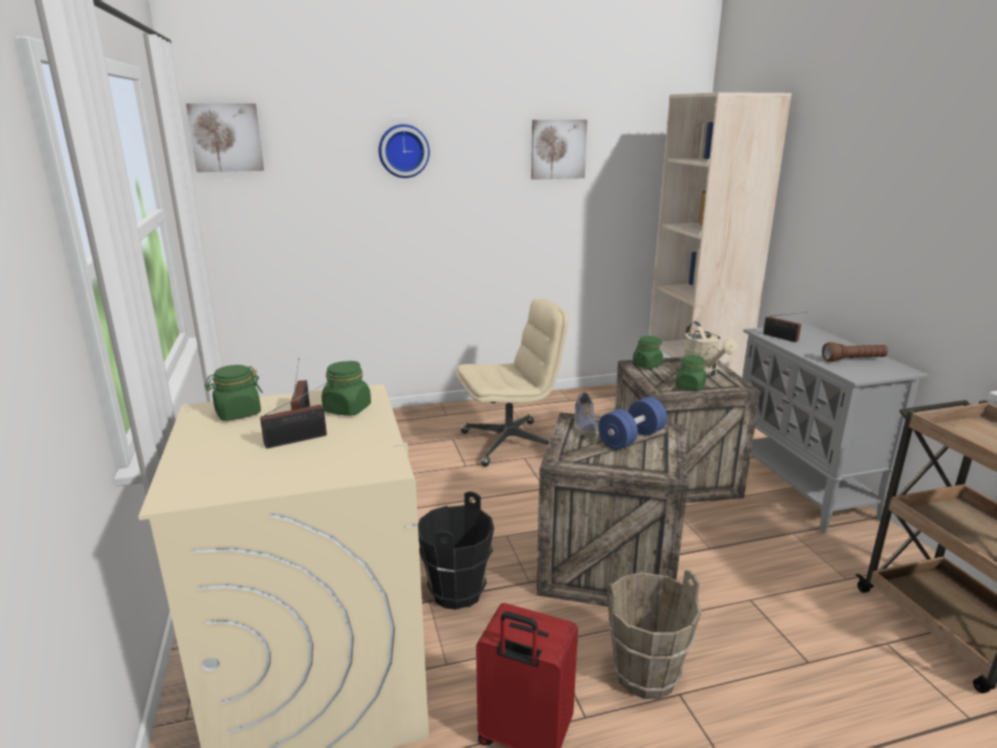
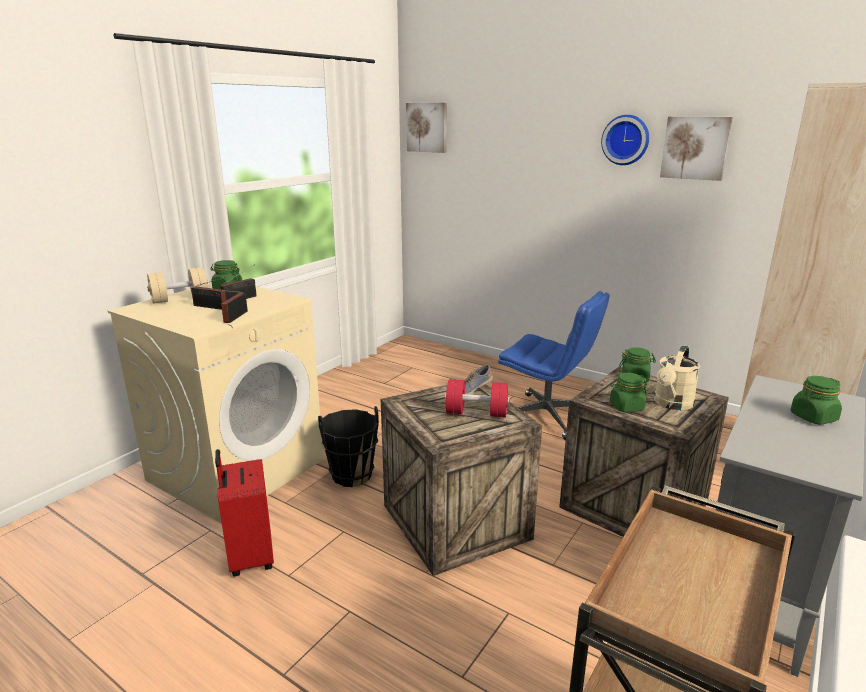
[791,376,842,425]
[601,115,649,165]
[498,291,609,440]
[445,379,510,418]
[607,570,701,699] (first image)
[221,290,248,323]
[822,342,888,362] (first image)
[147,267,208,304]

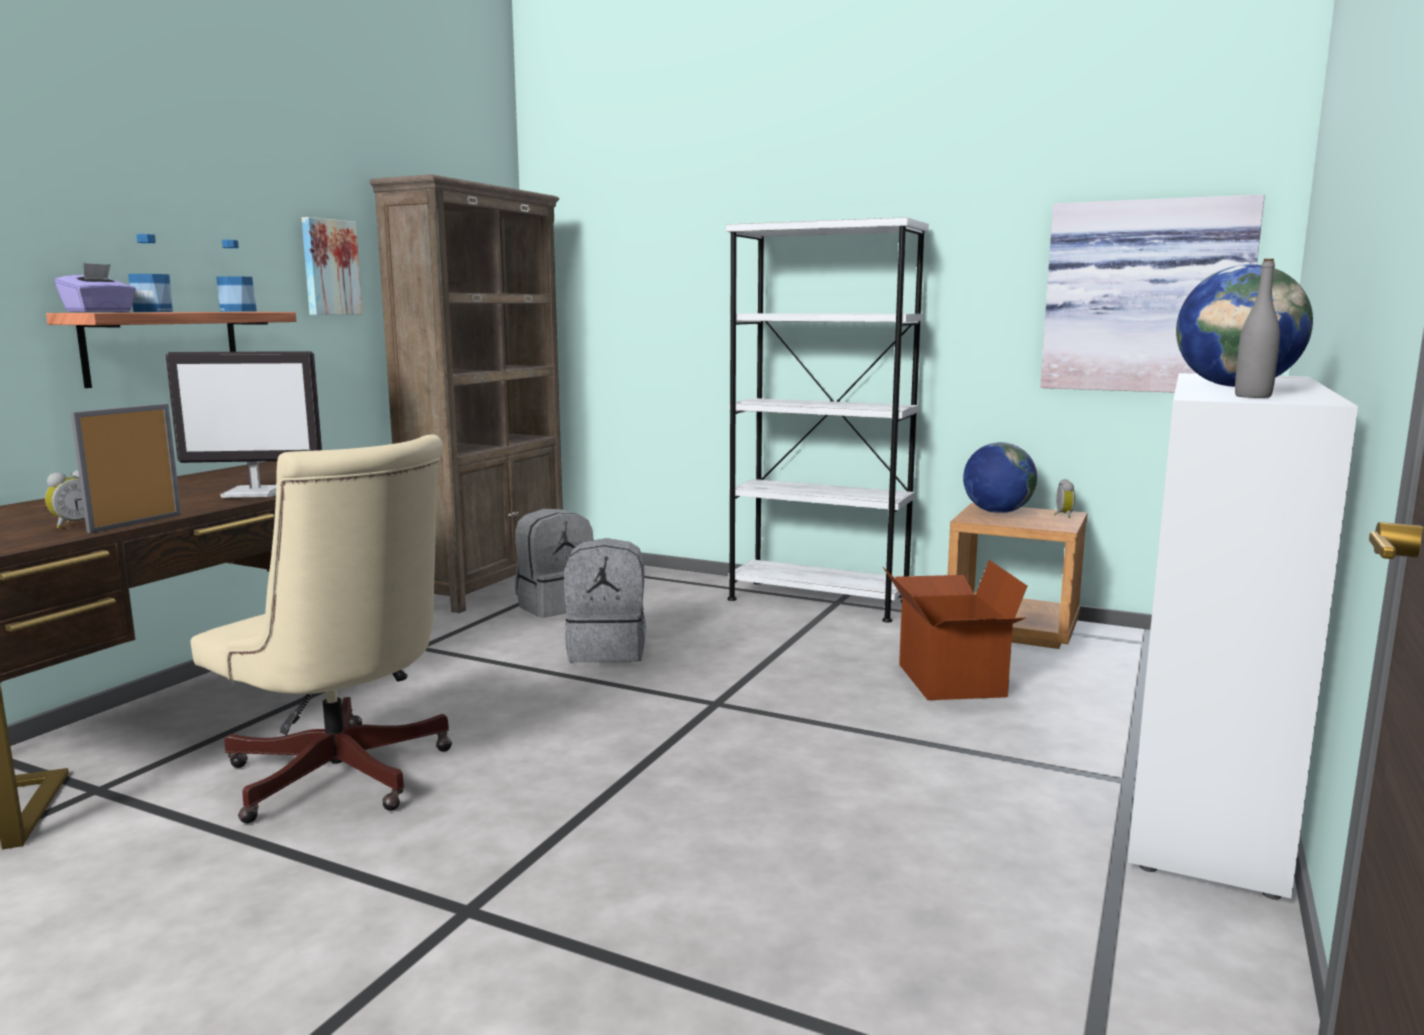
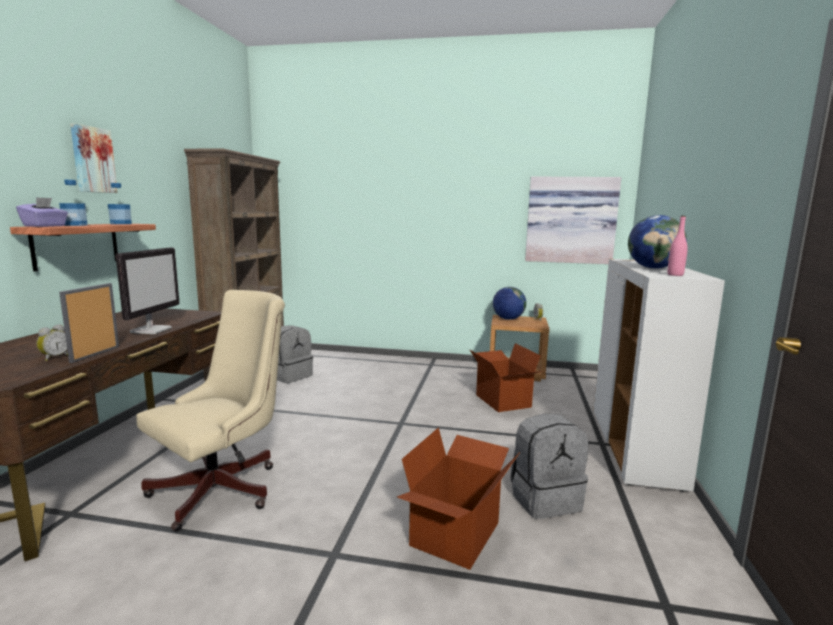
[116,247,180,334]
[136,290,285,532]
[70,123,118,193]
[510,413,588,519]
[726,217,929,622] (first image)
[668,216,688,276]
[397,428,520,570]

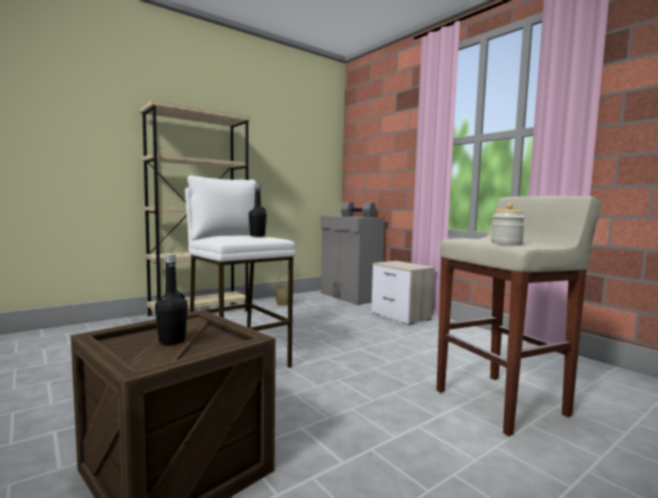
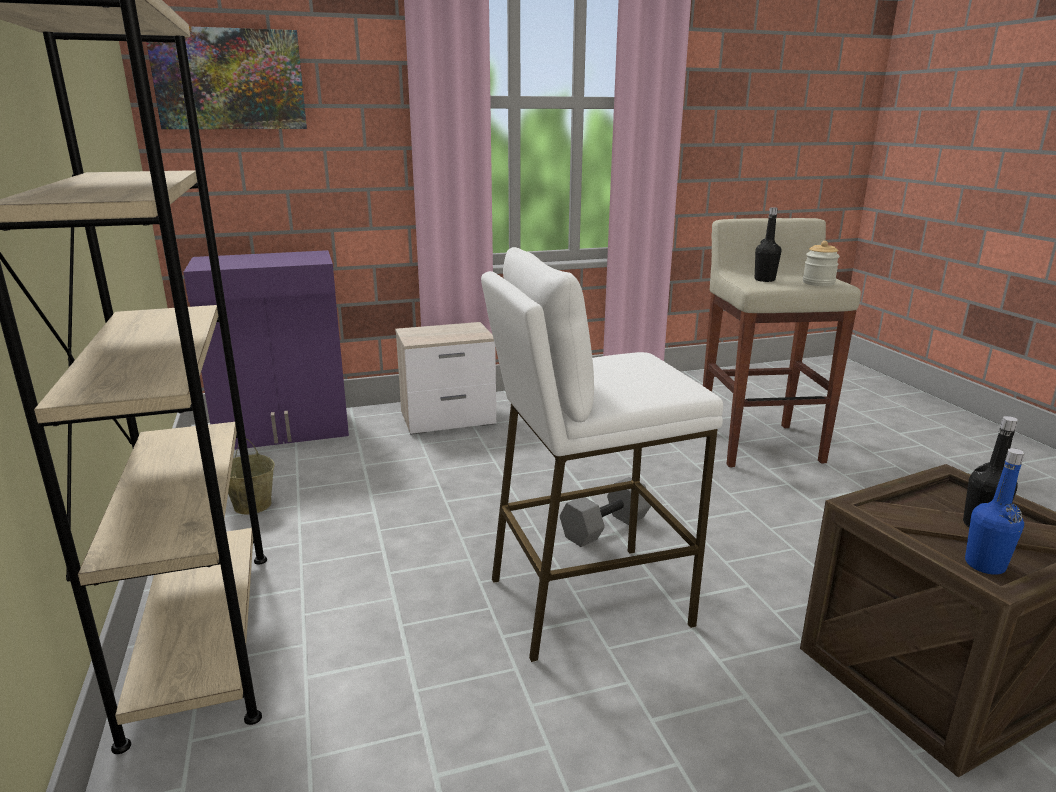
[755,207,781,282]
[183,250,349,450]
[560,477,651,547]
[146,26,307,129]
[965,448,1025,574]

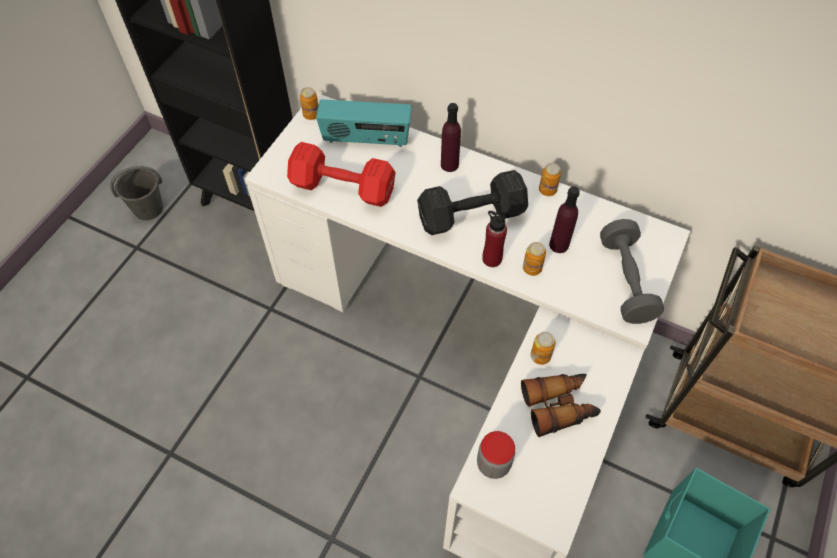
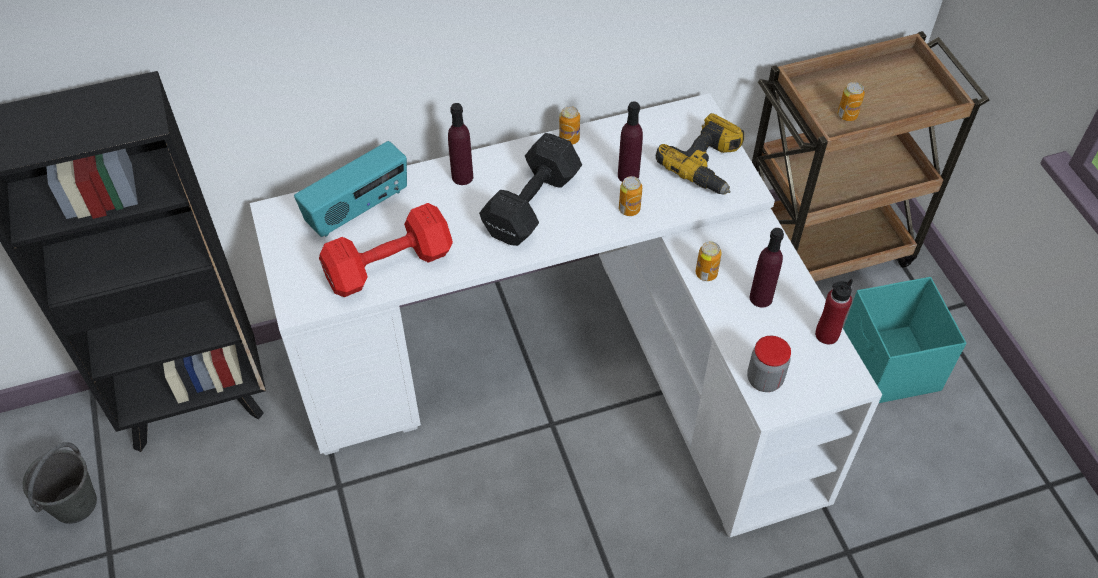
[838,82,865,121]
[815,279,853,344]
[750,228,784,308]
[656,113,744,195]

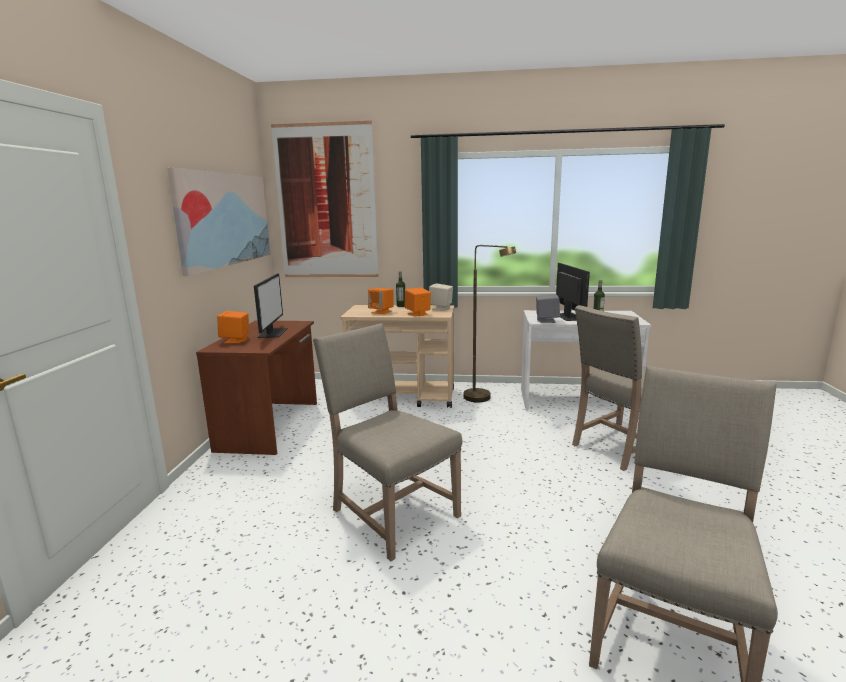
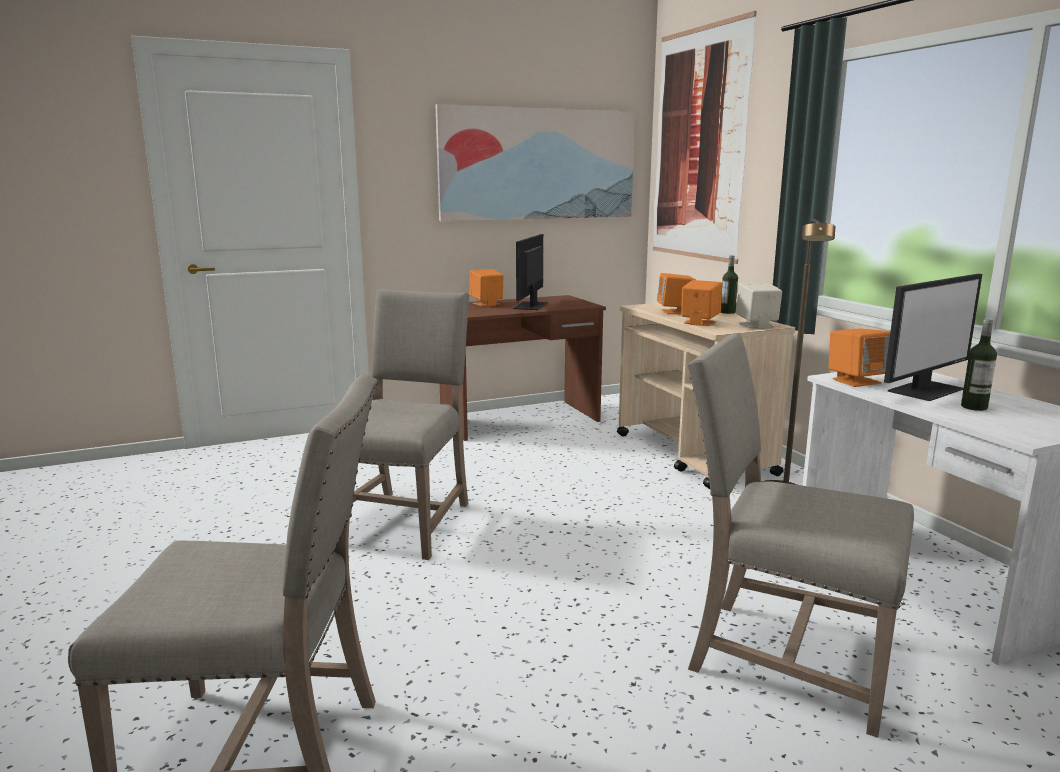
[513,234,548,310]
[829,328,891,387]

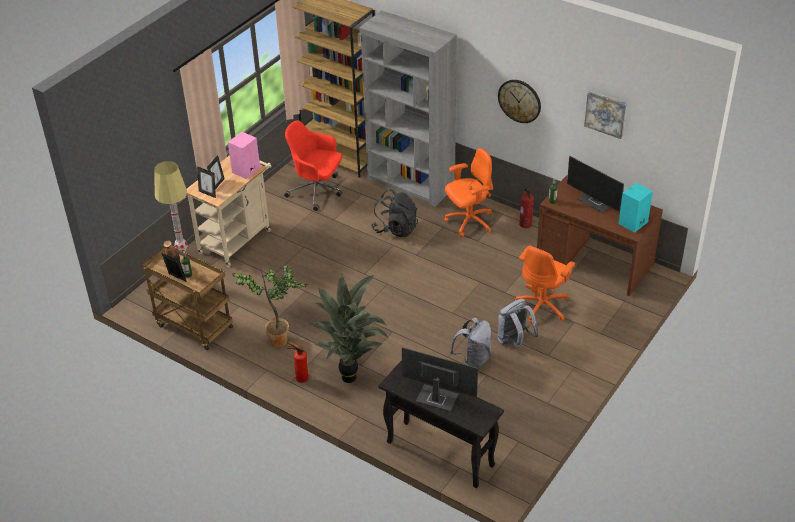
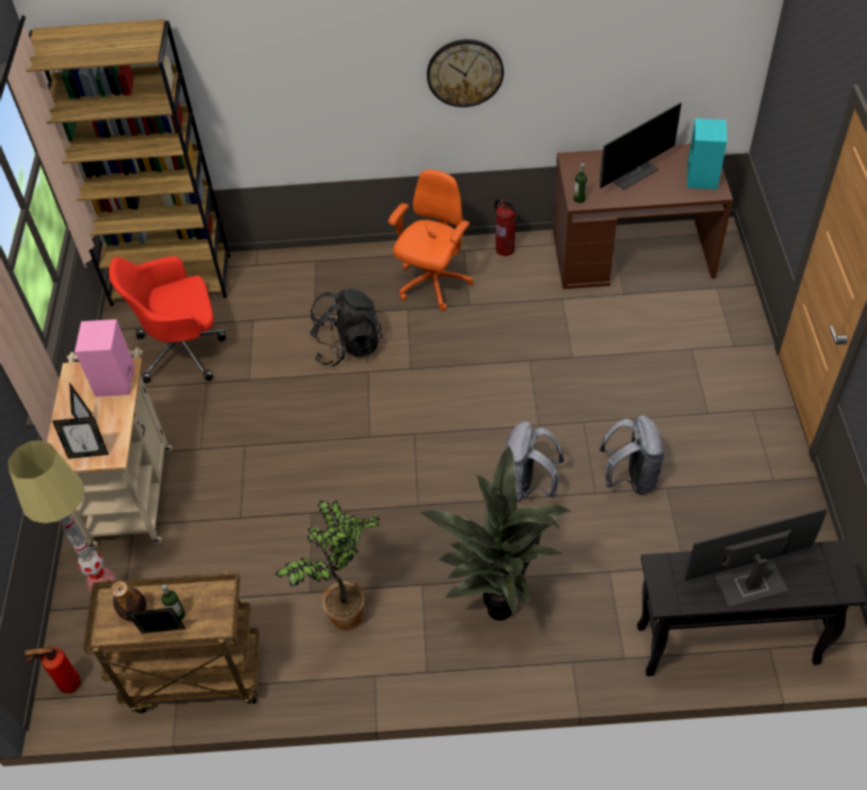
[25,644,81,693]
[359,11,457,207] (first image)
[501,421,564,501]
[515,246,575,324] (first image)
[600,102,682,190]
[584,91,627,139] (first image)

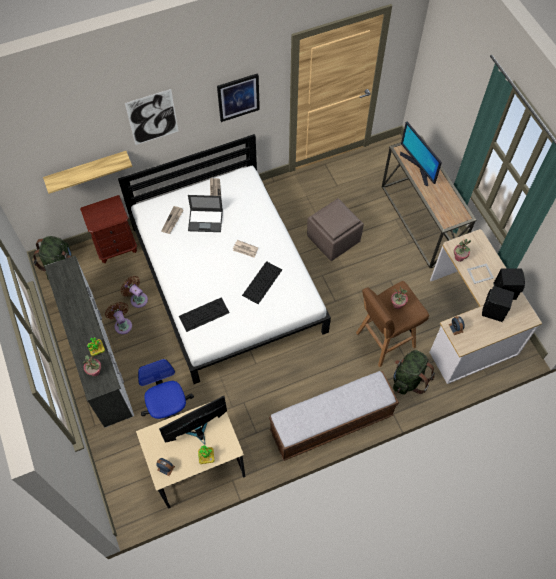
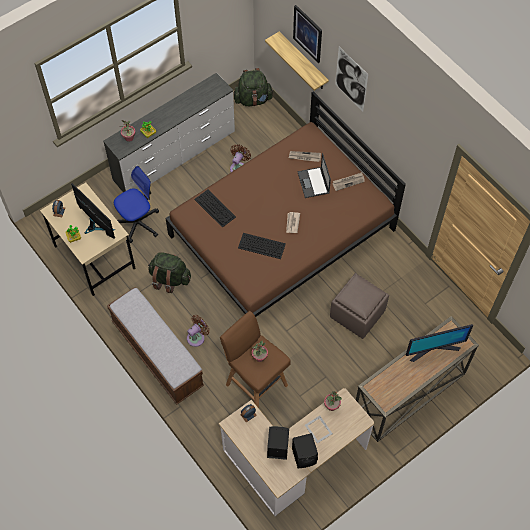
[80,195,137,263] (first image)
[187,315,210,347]
[165,91,406,317]
[293,5,322,63]
[148,252,191,293]
[406,324,473,362]

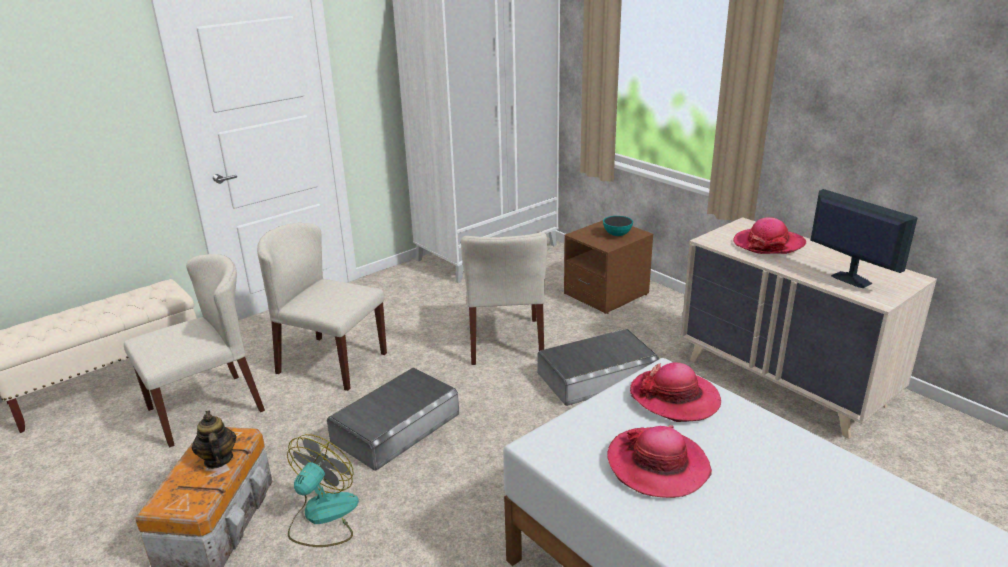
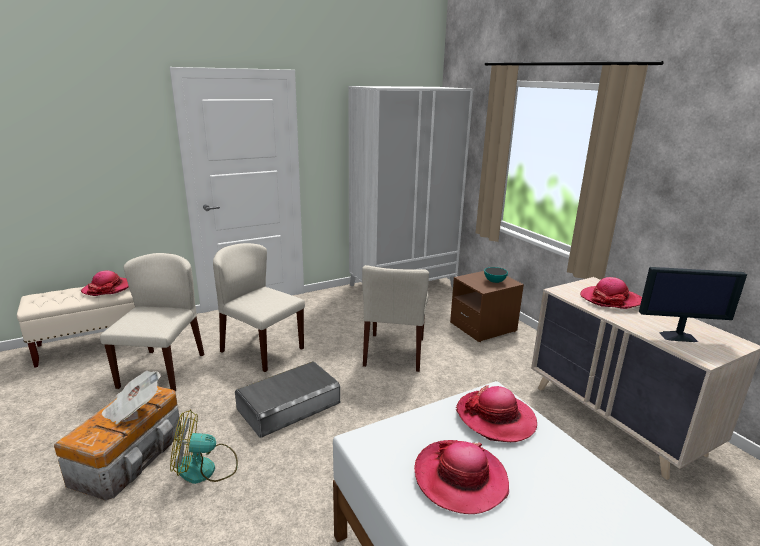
[100,253,204,391]
[102,371,161,424]
[170,410,238,484]
[537,329,659,406] (first image)
[639,267,747,342]
[81,270,129,296]

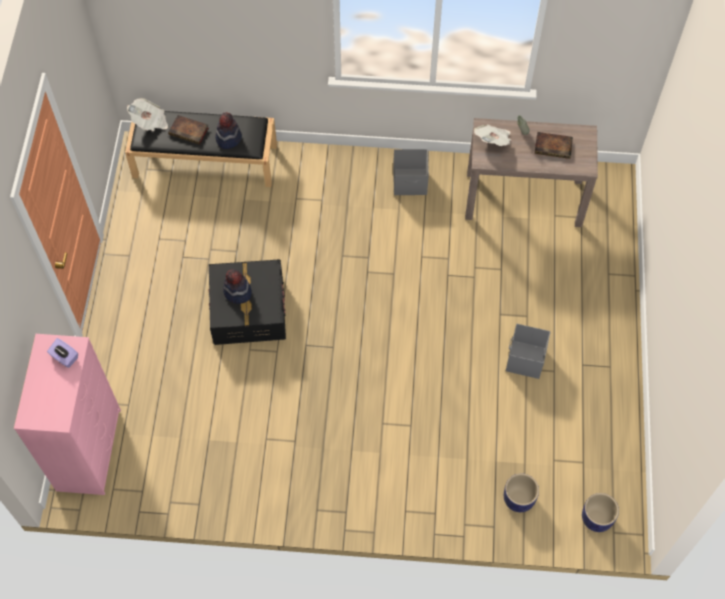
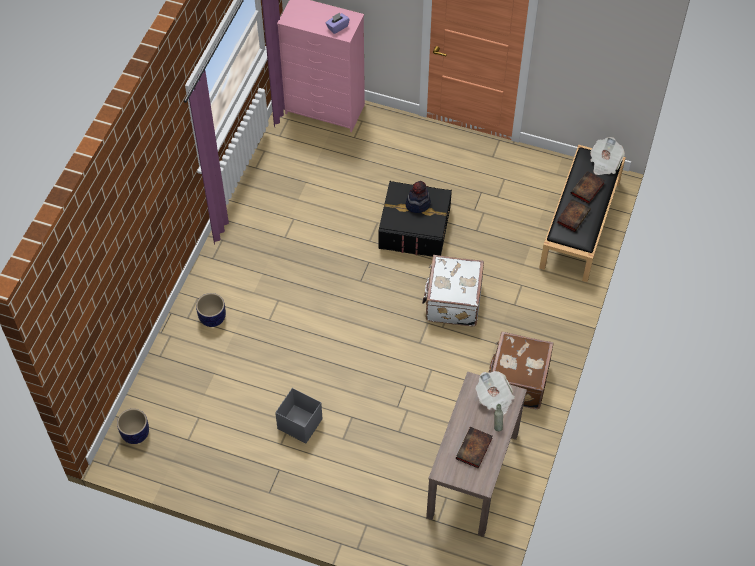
[557,199,591,232]
[489,332,554,409]
[196,293,226,327]
[422,255,484,326]

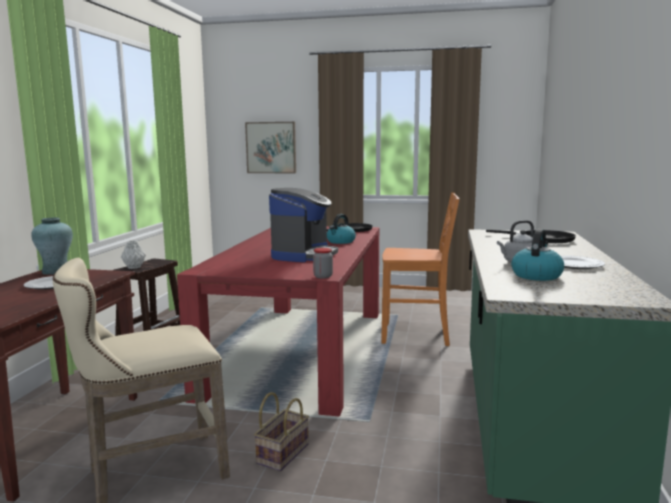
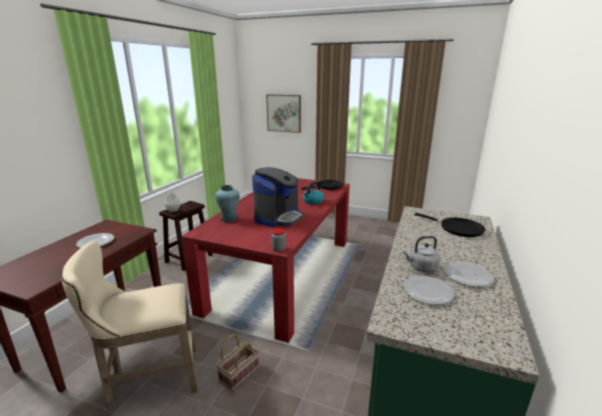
[215,185,240,223]
[381,192,460,346] (first image)
[403,276,455,305]

